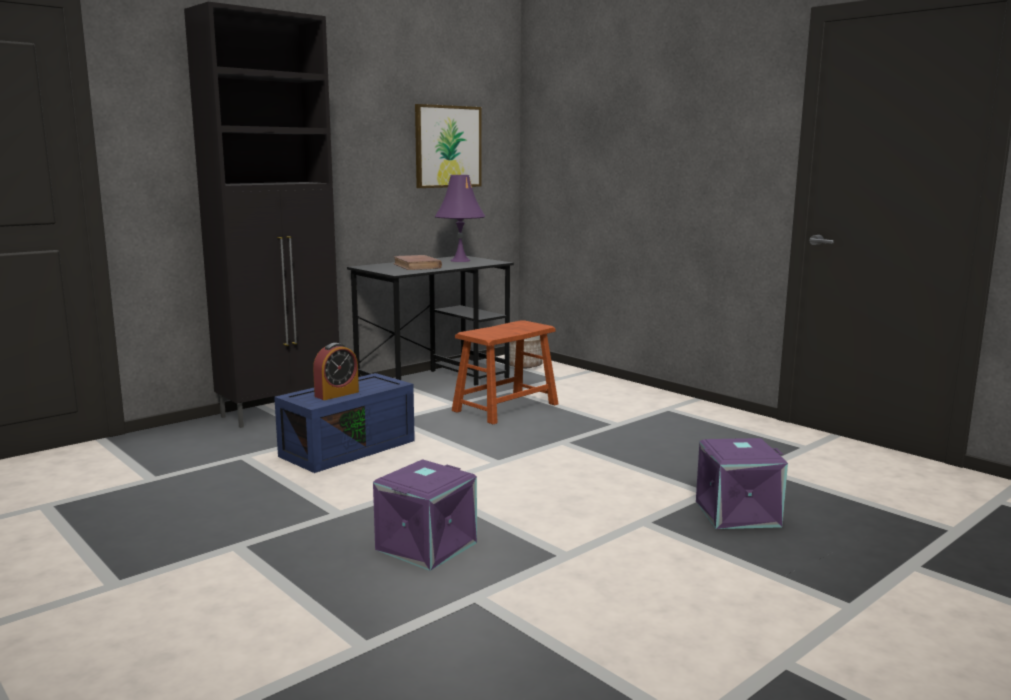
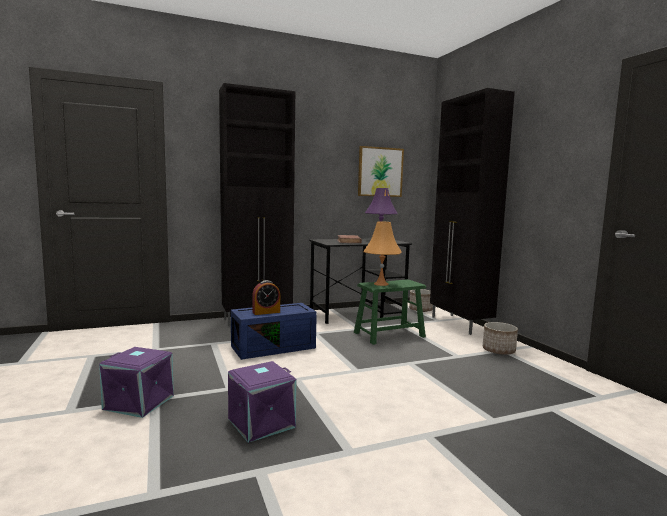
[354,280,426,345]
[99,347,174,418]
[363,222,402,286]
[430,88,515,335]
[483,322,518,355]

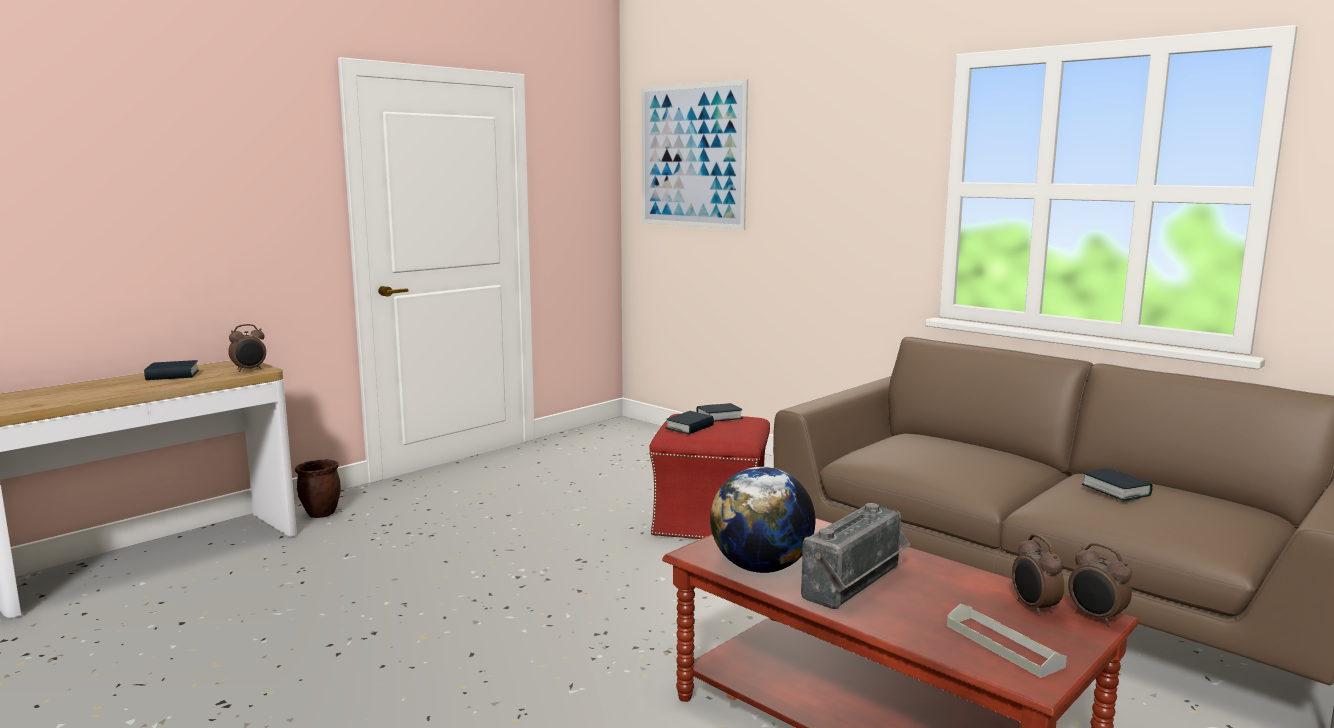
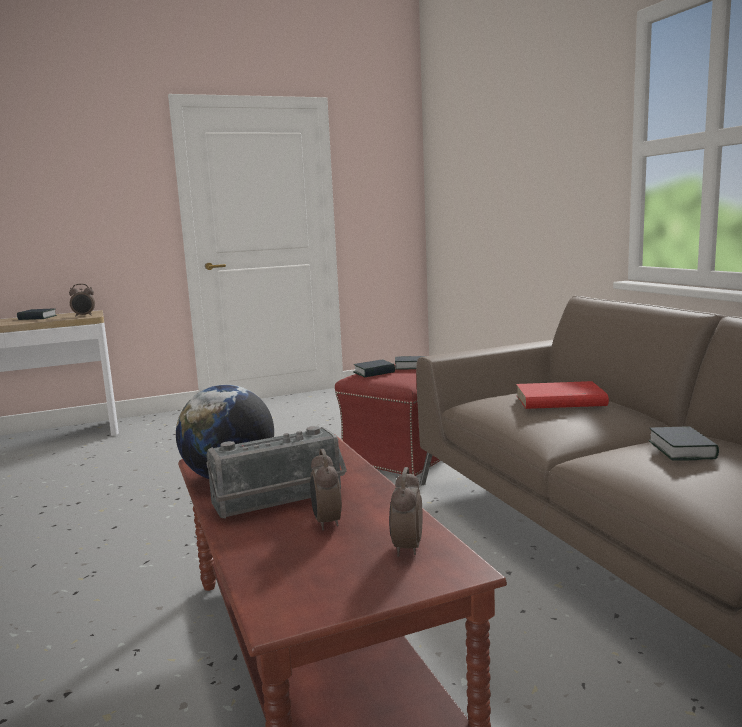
[295,459,341,518] (first image)
[642,79,748,230] (first image)
[947,604,1067,678] (first image)
[310,449,342,531]
[516,381,609,409]

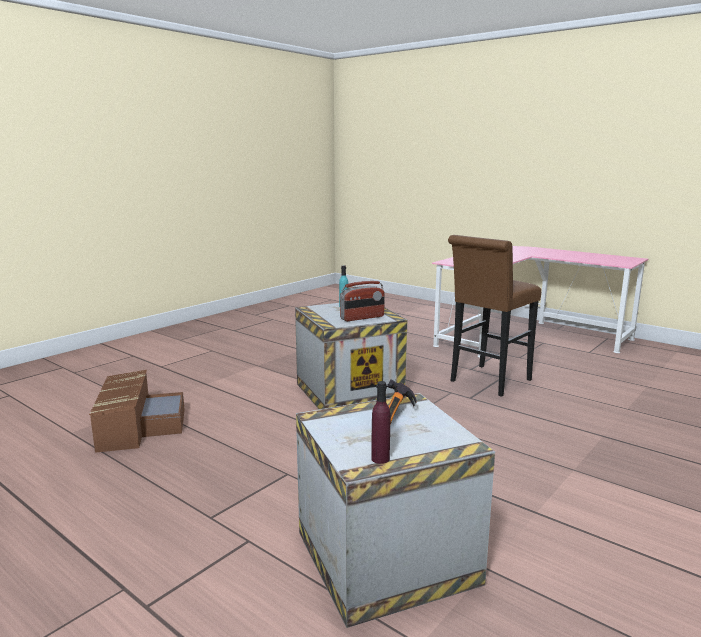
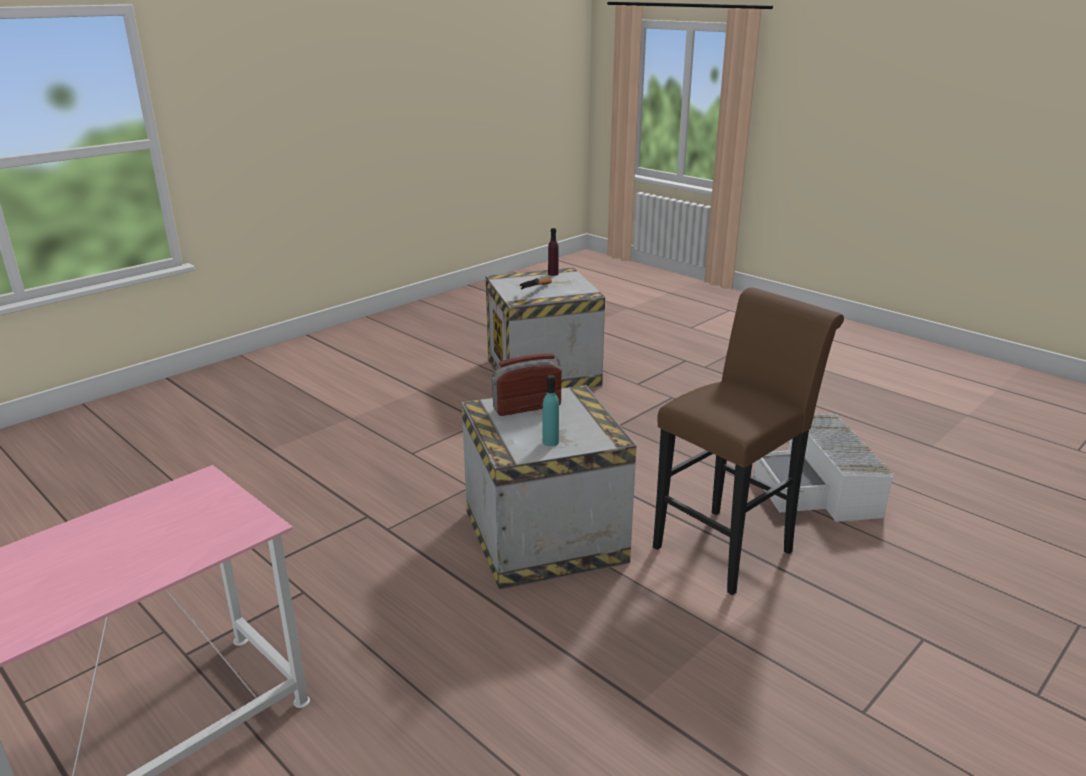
[754,414,894,522]
[653,287,844,595]

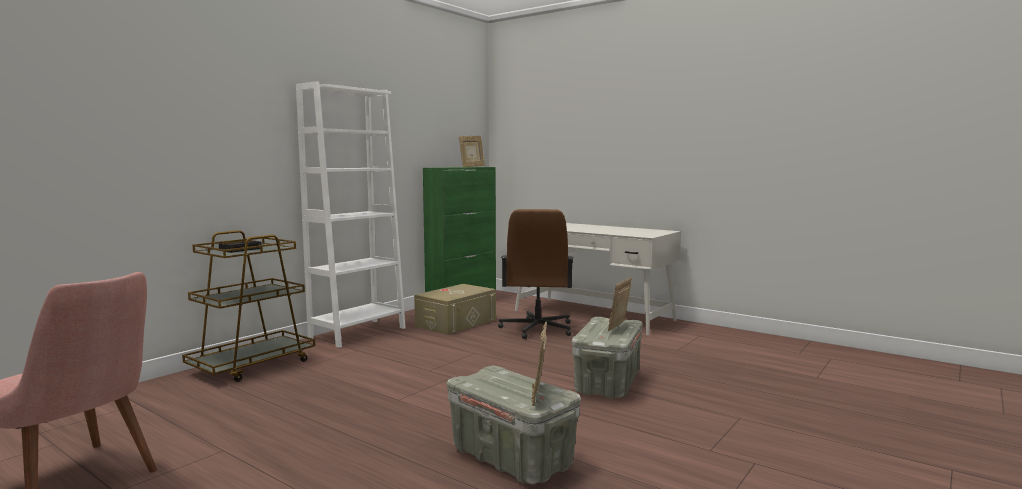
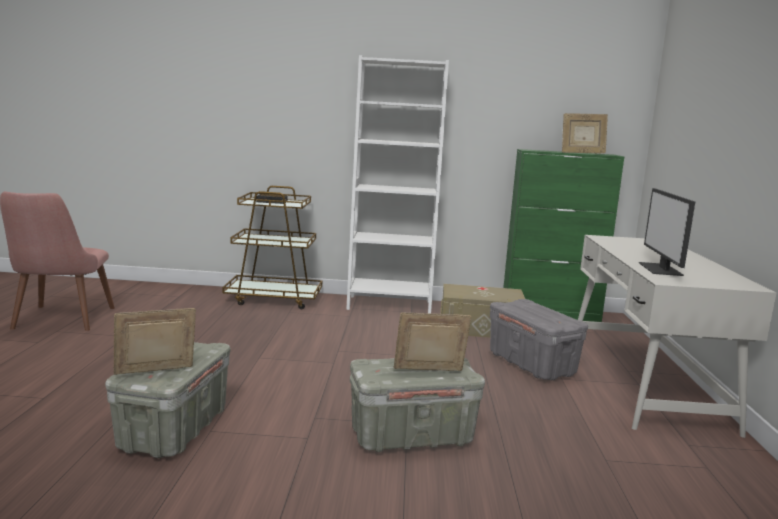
[490,299,588,380]
[639,188,695,276]

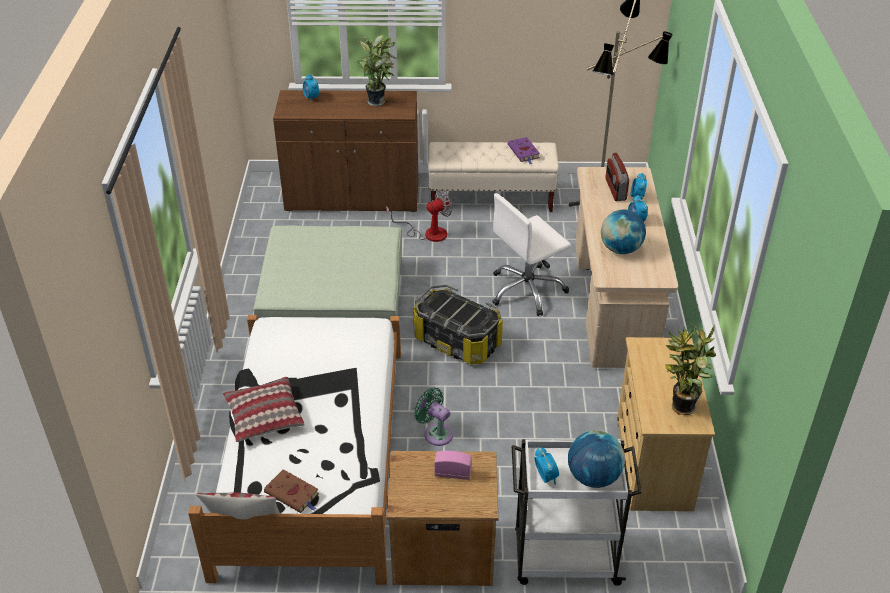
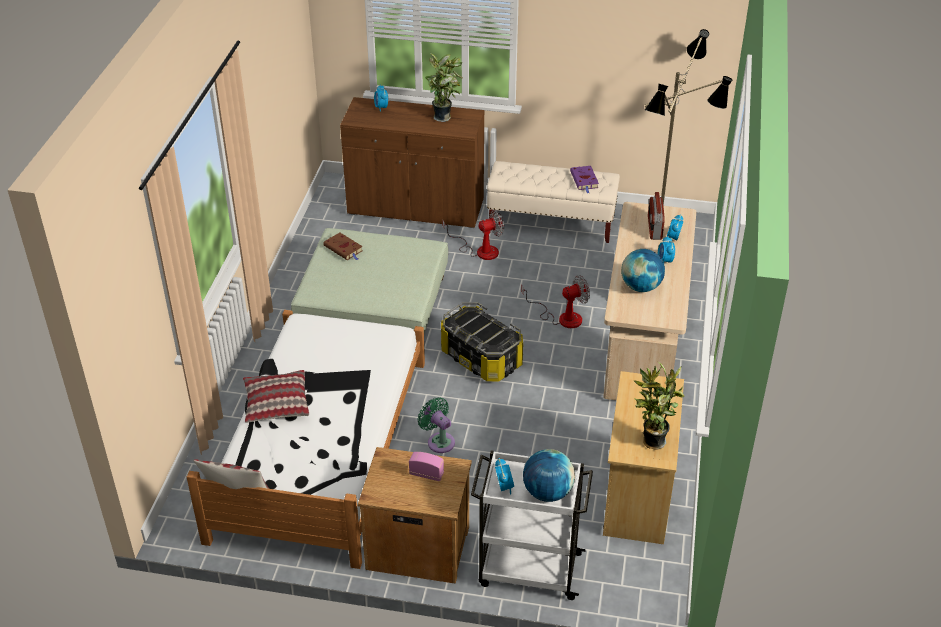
[323,232,363,260]
[521,275,590,328]

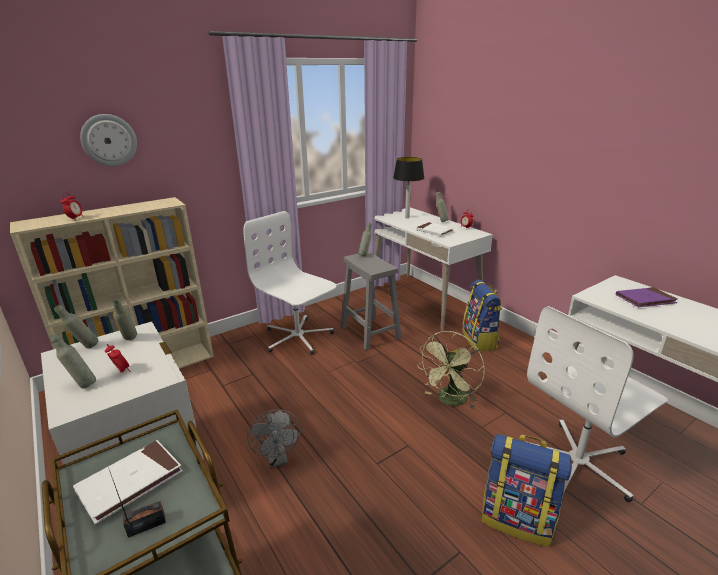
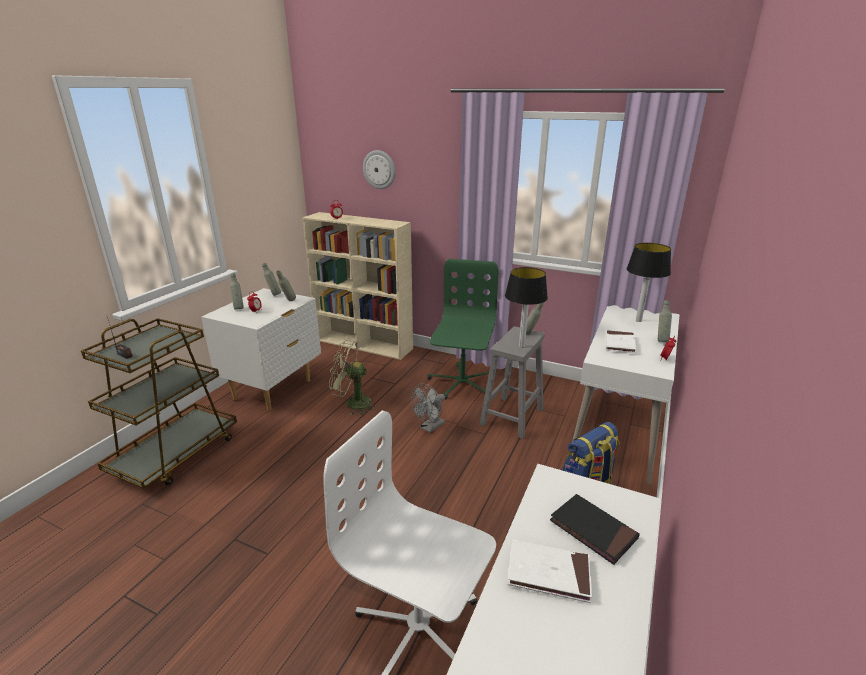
[507,539,592,603]
[427,259,498,399]
[411,383,445,433]
[329,340,377,415]
[482,434,572,547] (first image)
[550,494,640,565]
[505,267,548,348]

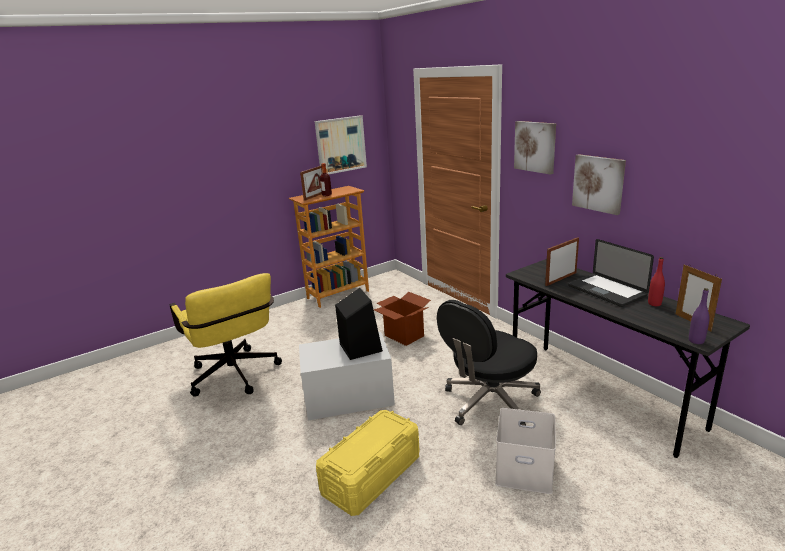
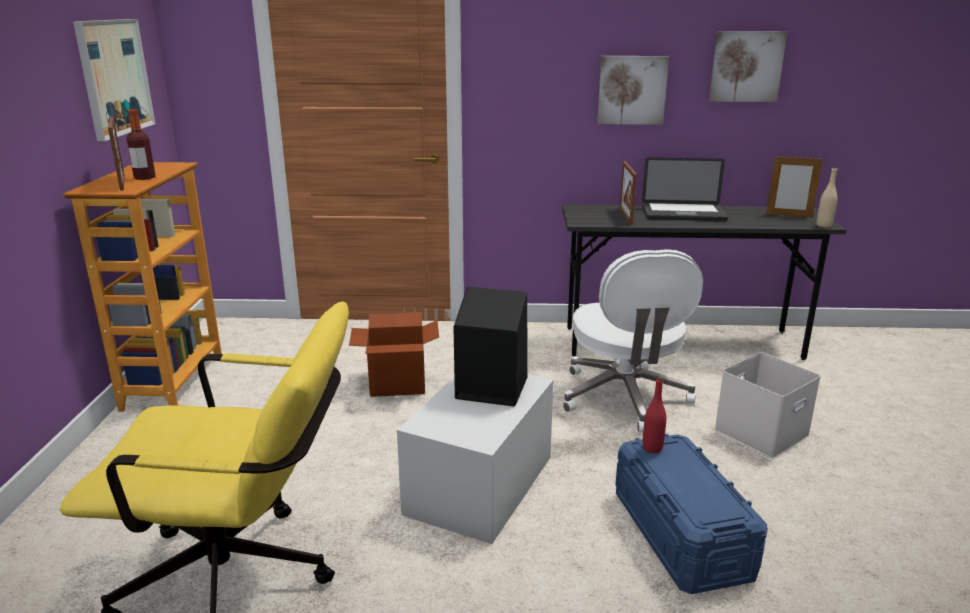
[615,433,768,594]
[563,249,703,433]
[709,31,787,102]
[643,377,666,453]
[817,167,837,228]

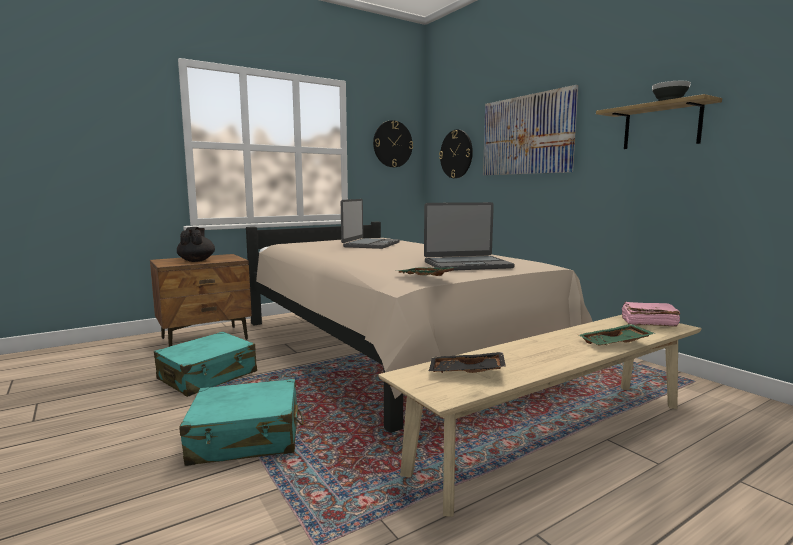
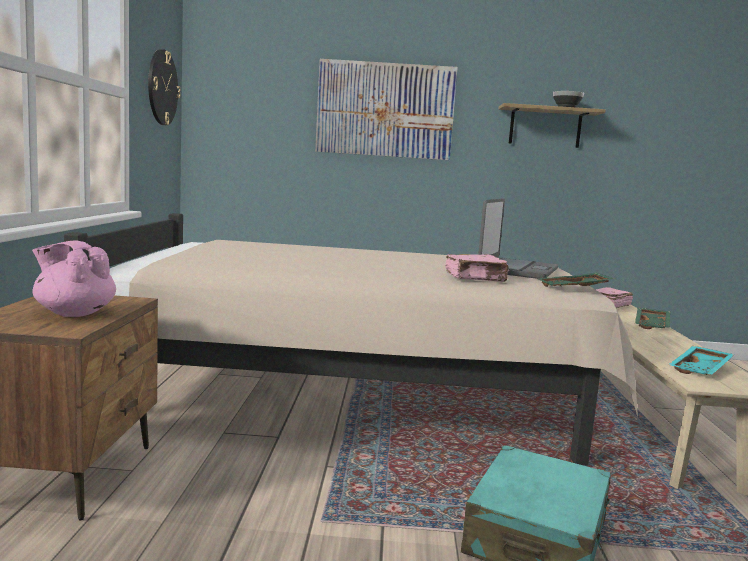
[154,332,257,397] (first image)
[32,241,116,317]
[341,199,400,249] (first image)
[669,346,734,375]
[439,130,473,178] (first image)
[445,254,509,282]

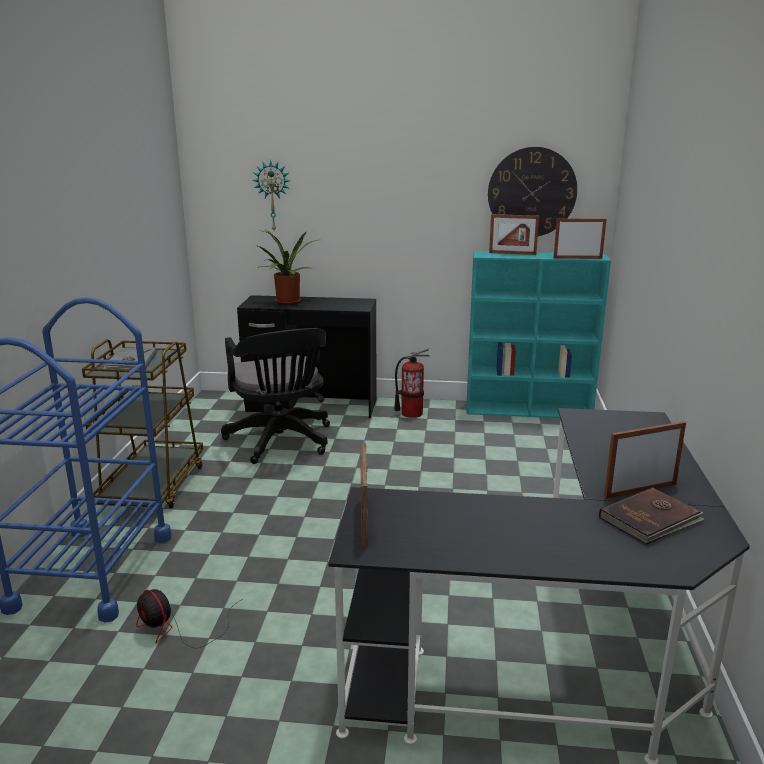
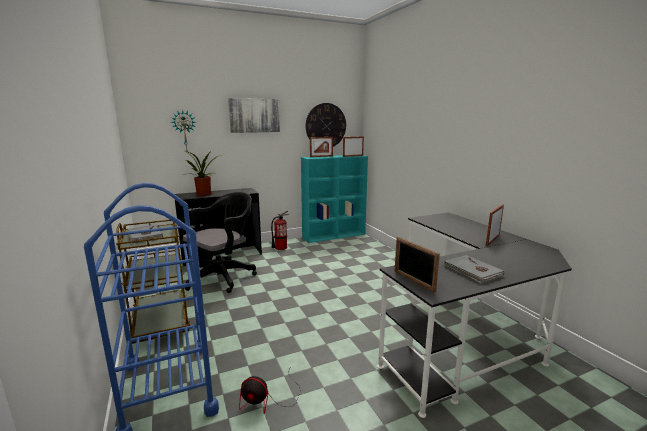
[182,192,257,293]
[599,487,705,545] (first image)
[228,98,280,133]
[443,255,504,284]

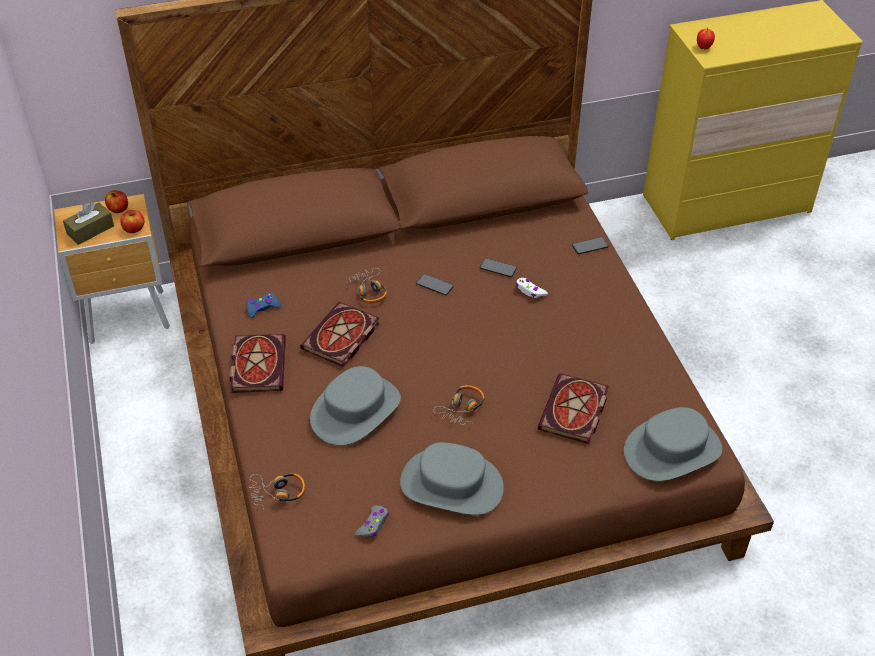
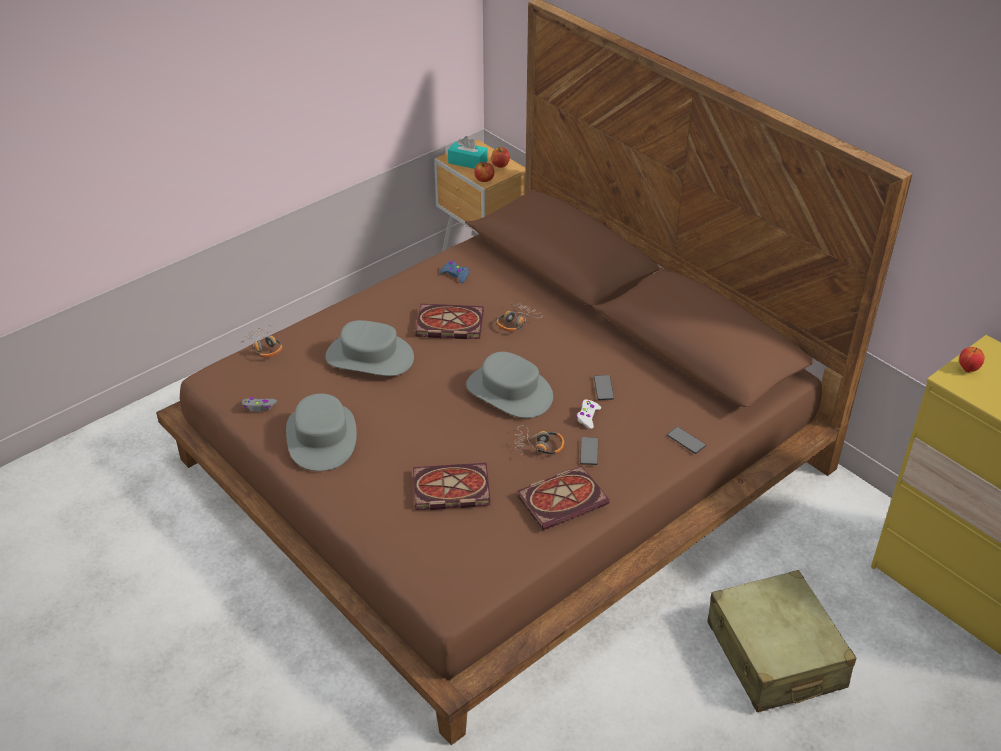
[448,136,488,169]
[517,466,610,530]
[580,437,598,465]
[514,426,564,454]
[466,352,553,418]
[708,570,856,712]

